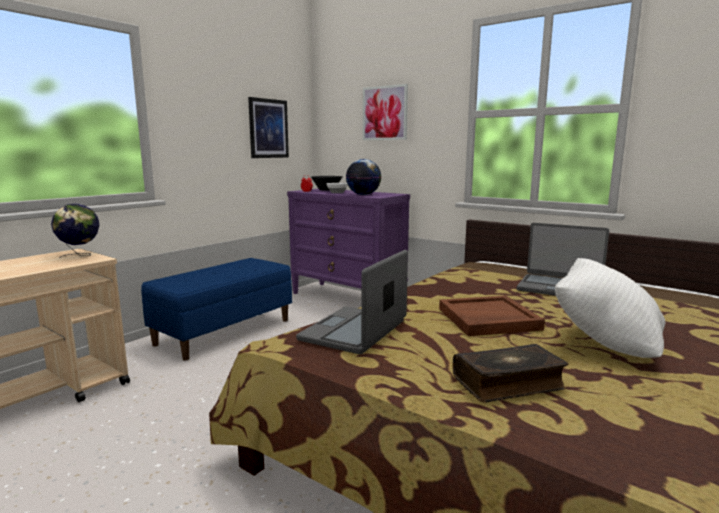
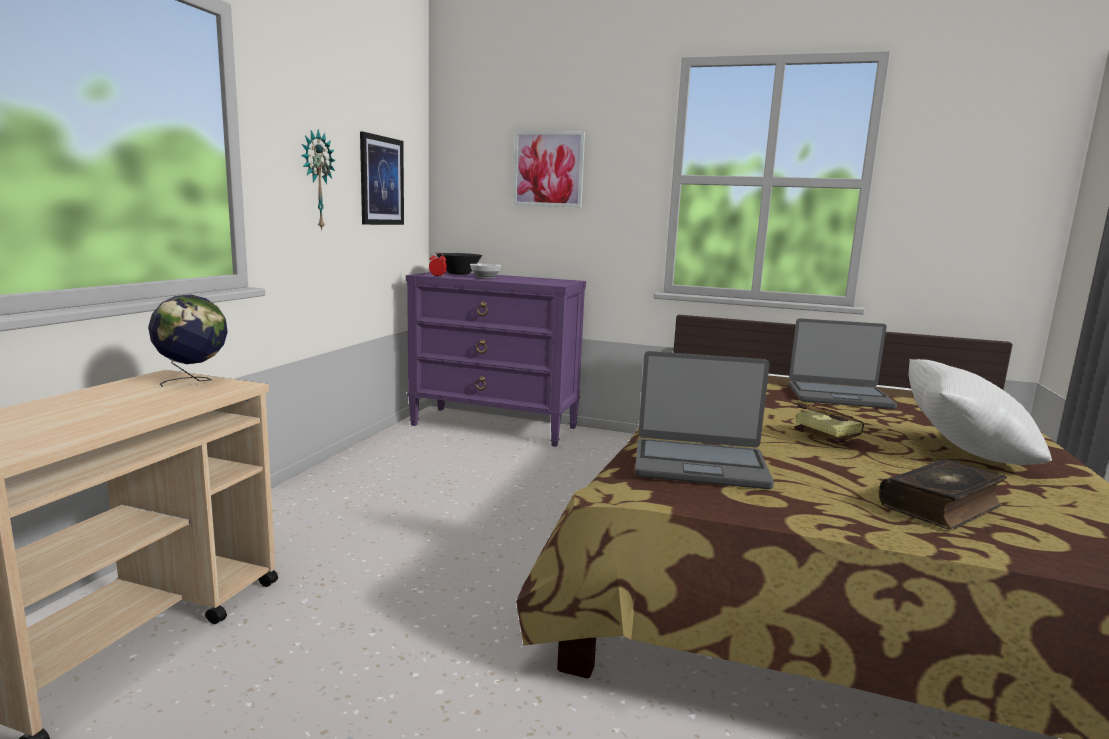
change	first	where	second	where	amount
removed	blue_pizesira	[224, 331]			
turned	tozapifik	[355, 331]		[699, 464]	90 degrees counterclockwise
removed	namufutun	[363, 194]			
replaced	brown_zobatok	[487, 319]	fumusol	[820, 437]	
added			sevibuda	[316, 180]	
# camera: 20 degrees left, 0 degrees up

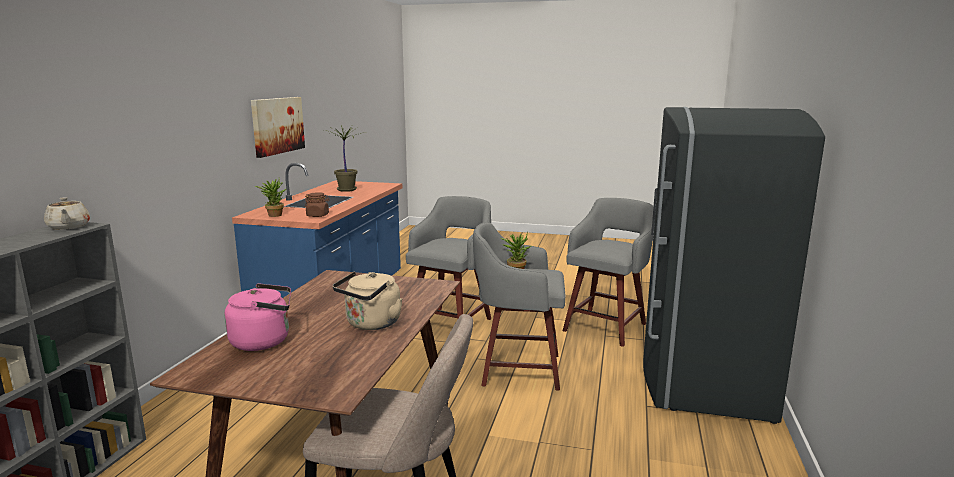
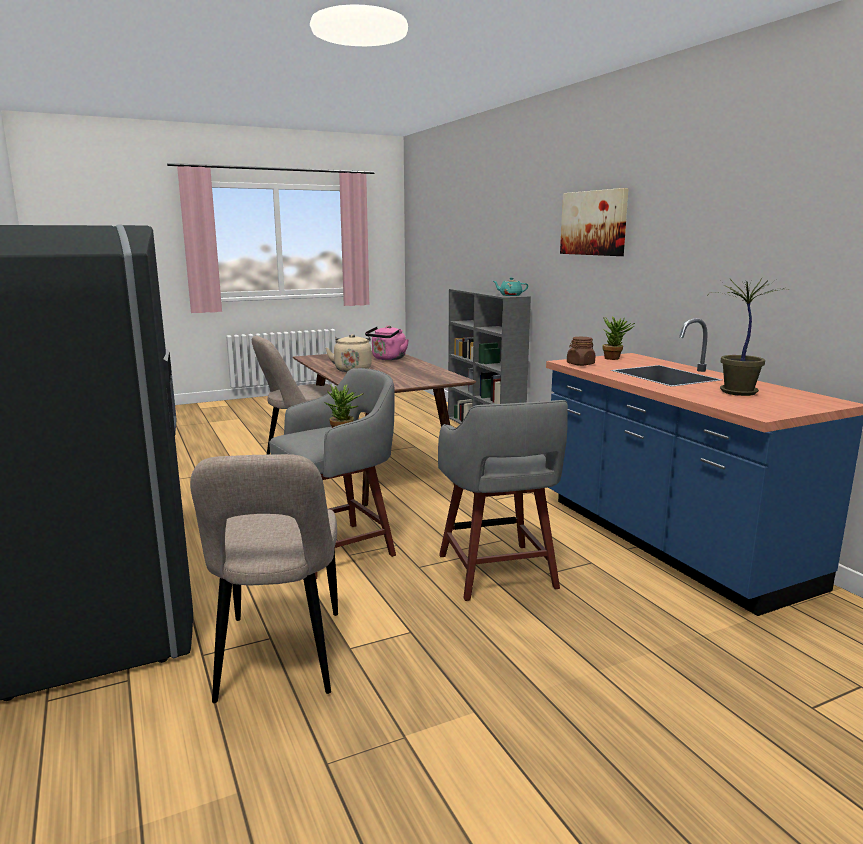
change	first	where	second	where	amount
recoloured	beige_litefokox	[68, 227]	turquoise_litefokox	[510, 295]	
moved	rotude	[277, 125]		[594, 223]	
replaced	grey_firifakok	[606, 326]	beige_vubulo	[279, 660]	
# camera: 140 degrees right, 0 degrees up

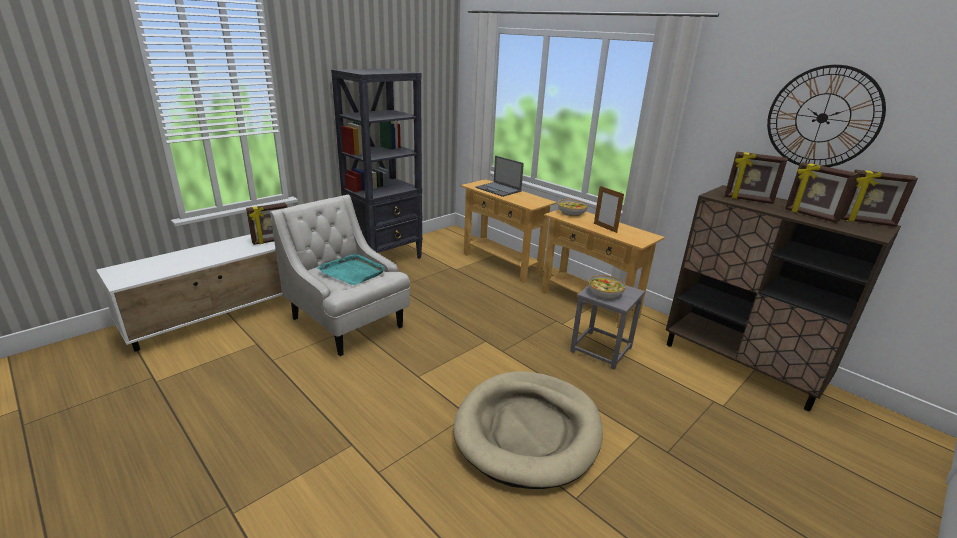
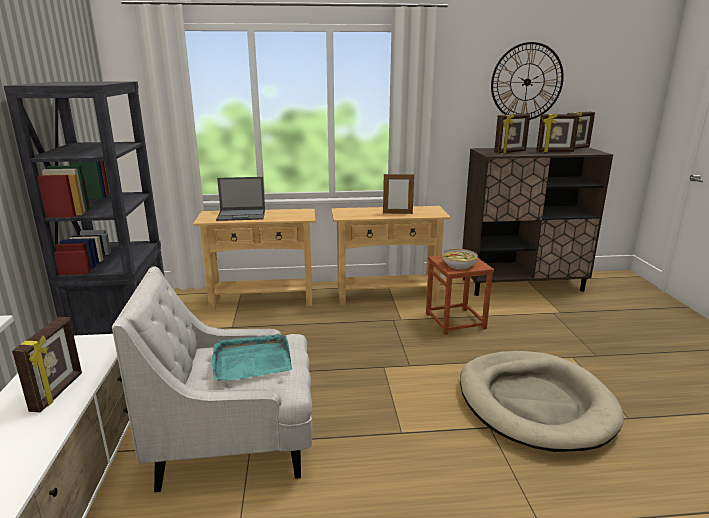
change	first	where	second	where	amount
removed	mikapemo	[571, 213]			
recoloured	grey_firifakok	[601, 349]	brown_firifakok	[456, 321]	
# camera: 50 degrees left, 5 degrees down

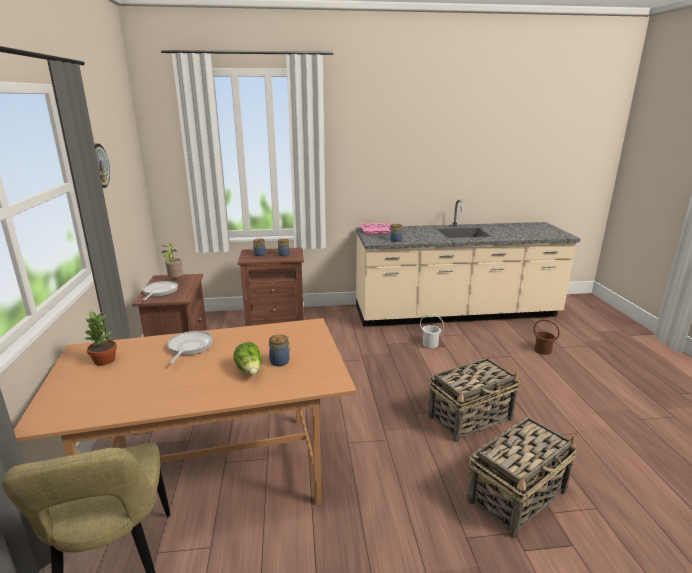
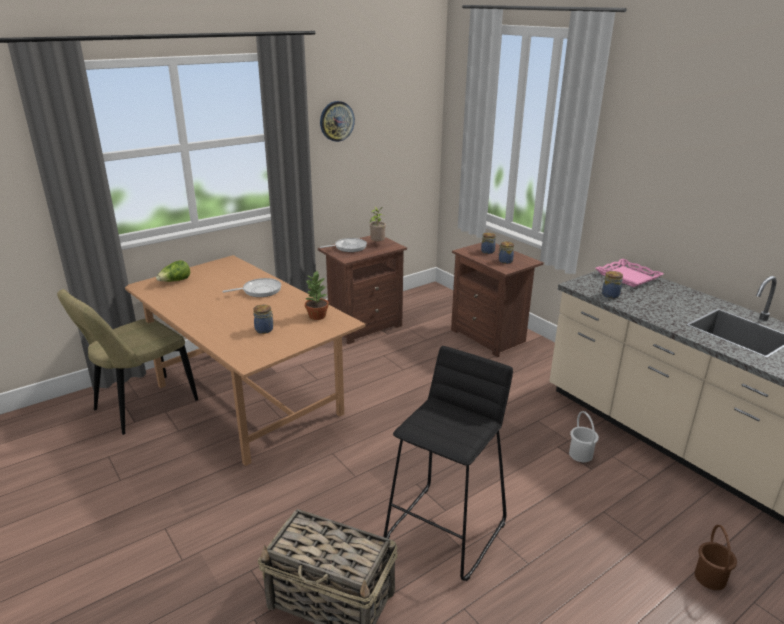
change	first	where	second	where	amount
moved	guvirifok	[104, 360]		[316, 316]	
moved	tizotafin	[250, 370]		[175, 281]	
replaced	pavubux	[471, 418]	black_firifakok	[446, 531]	
# camera: 60 degrees right, 5 degrees up

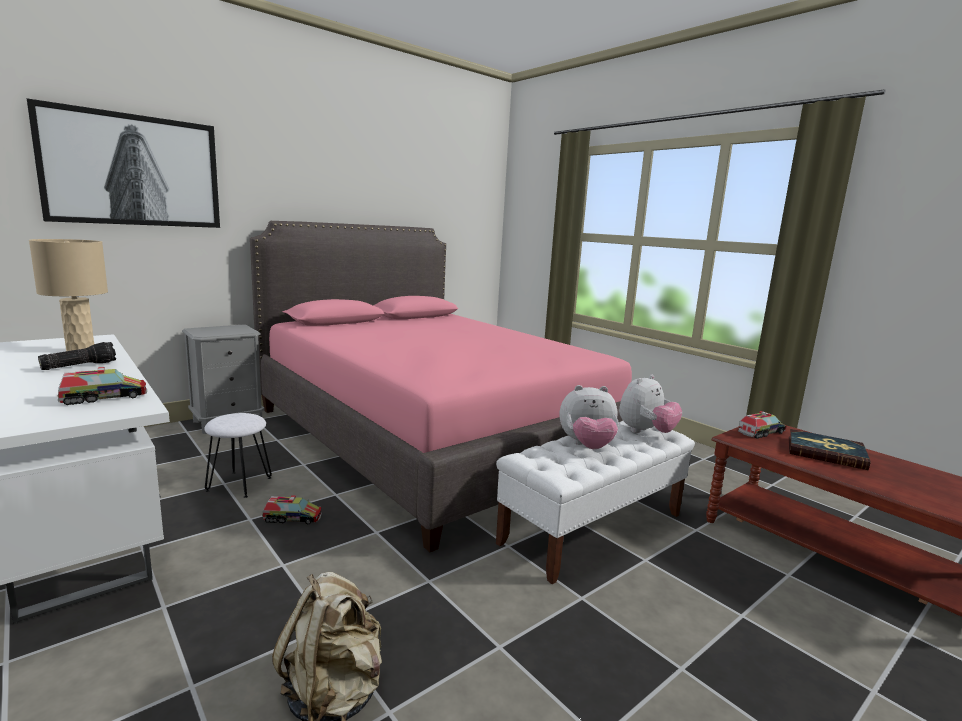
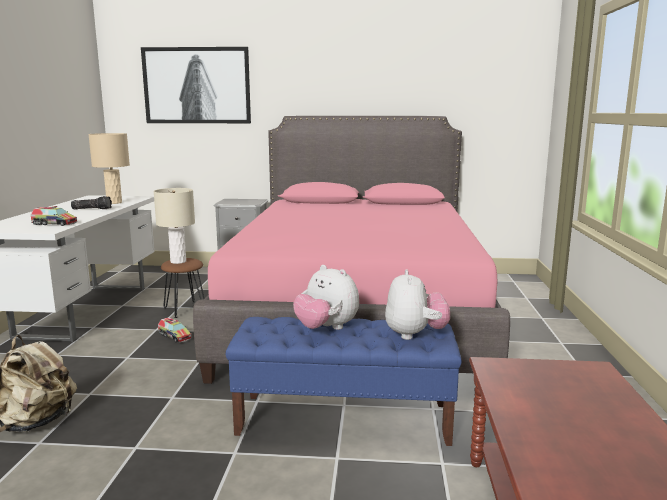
change	first	where	second	where	amount
recoloured	white_firifakok	[240, 484]	brown_firifakok	[185, 310]	
recoloured	white_pizesira	[593, 528]	blue_pizesira	[344, 419]	
turned	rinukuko	[645, 432]		[415, 335]	90 degrees counterclockwise
removed	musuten	[761, 432]			
removed	fumusol	[825, 452]			
added			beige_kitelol	[178, 261]	
# camera: 45 degrees right, 0 degrees up

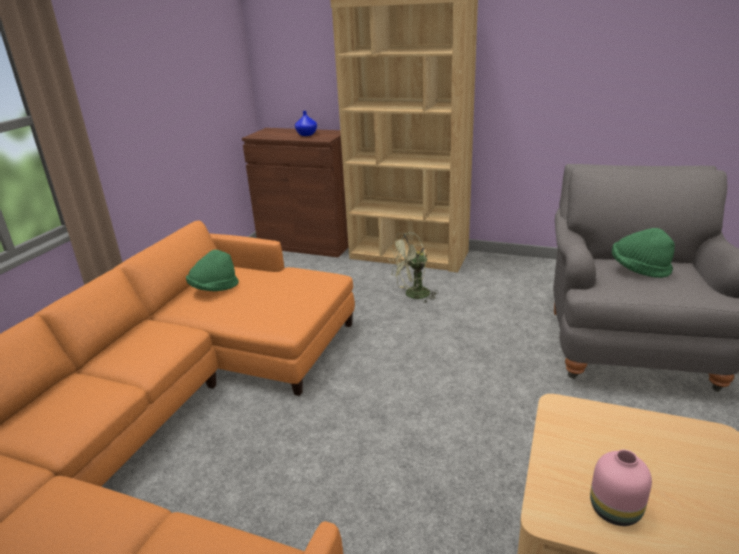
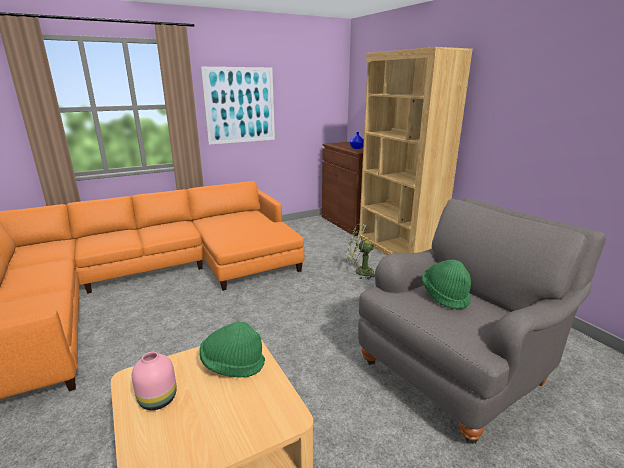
change	first	where	second	where	amount
moved	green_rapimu	[214, 288]		[233, 364]	
added			rotude	[240, 105]	
# camera: 40 degrees right, 5 degrees down

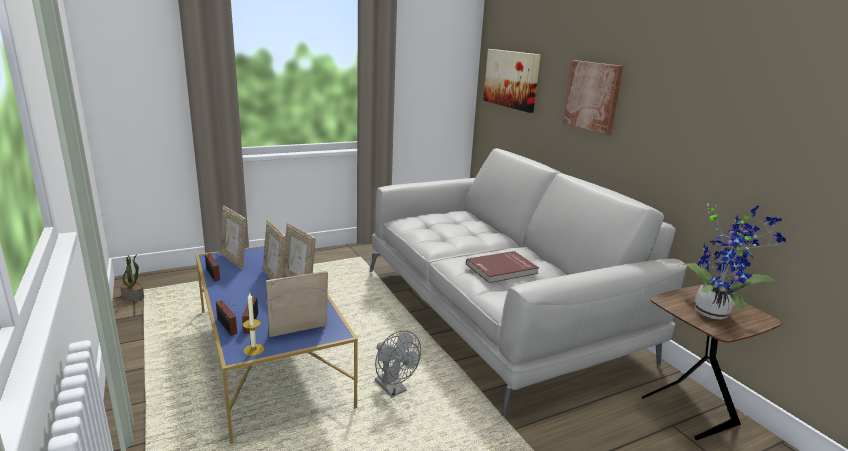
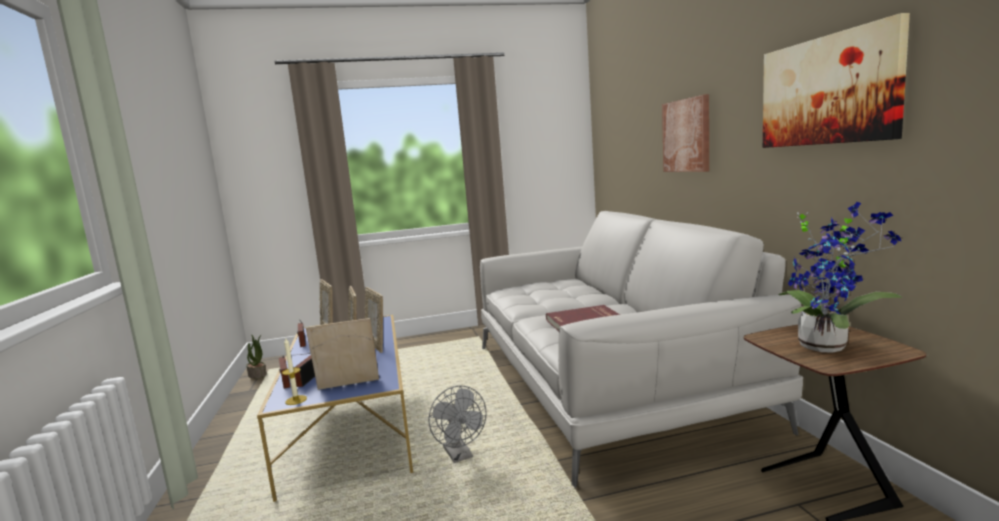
change	first	where	second	where	amount
moved	rotude	[511, 79]		[828, 91]	
# camera: 15 degrees right, 10 degrees down

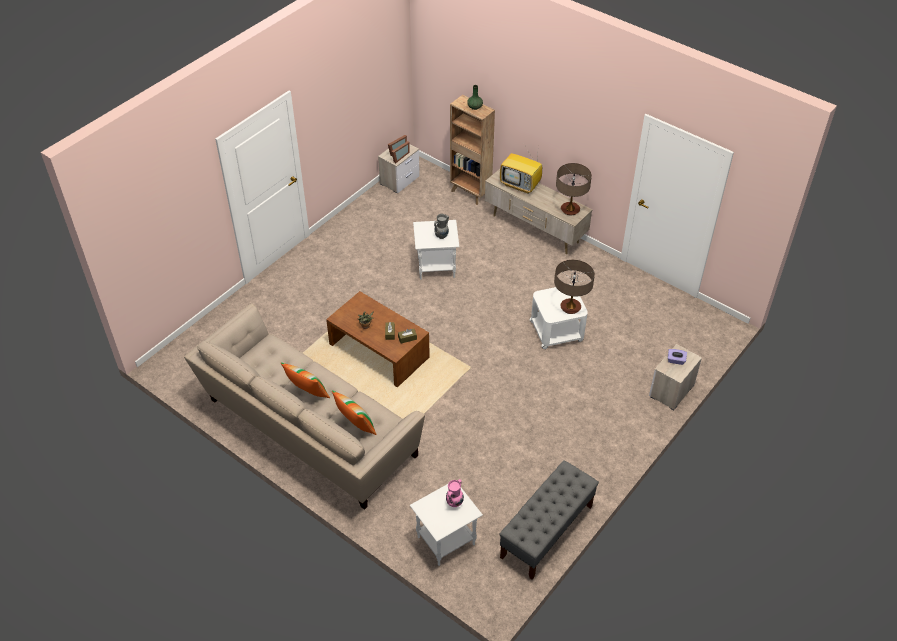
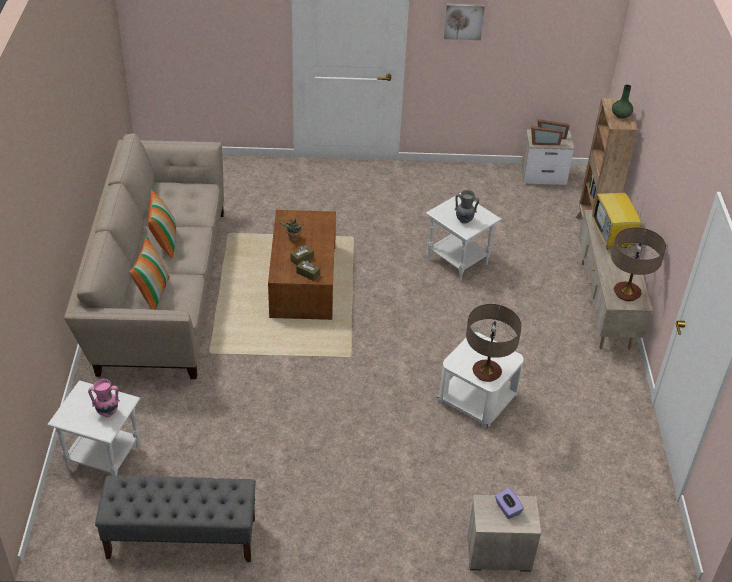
change	first	where	second	where	amount
added			rotude	[463, 21]	
# camera: 50 degrees right, 5 degrees down

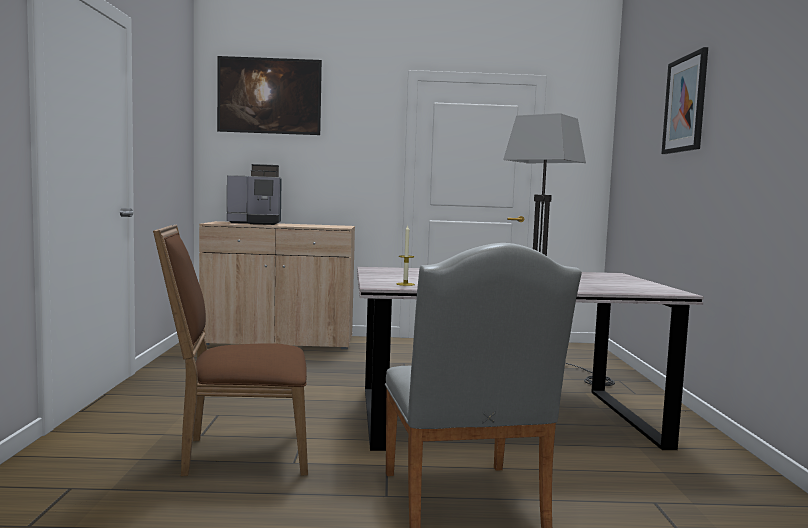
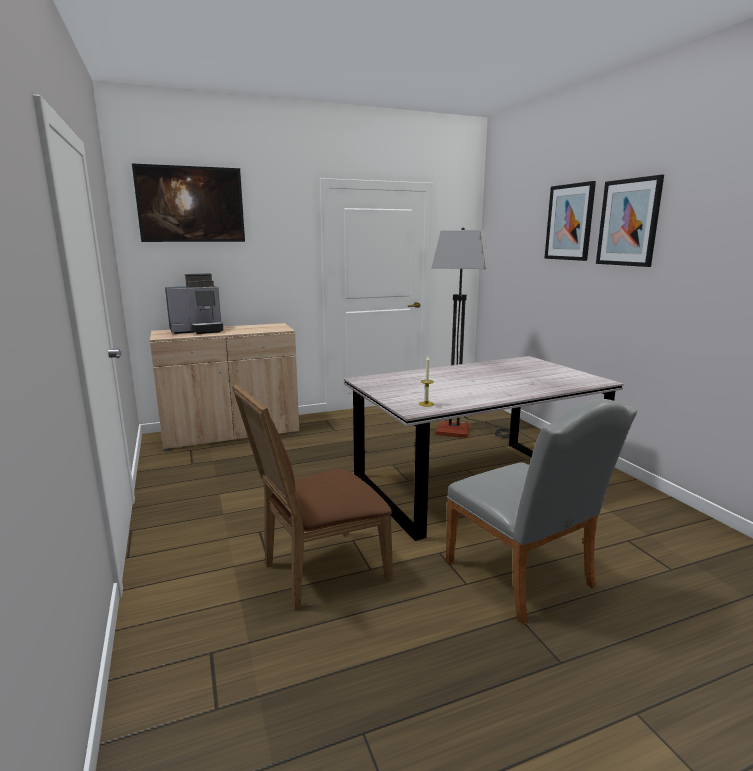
change	first	where	second	where	amount
added			rotude	[628, 222]	
# camera: 20 degrees left, 10 degrees up

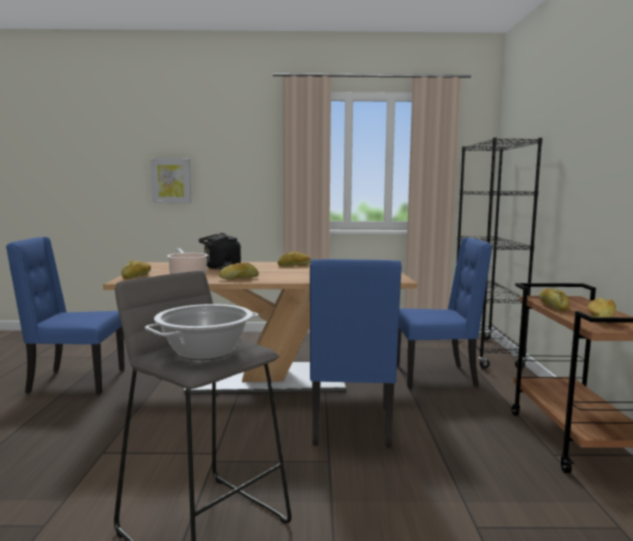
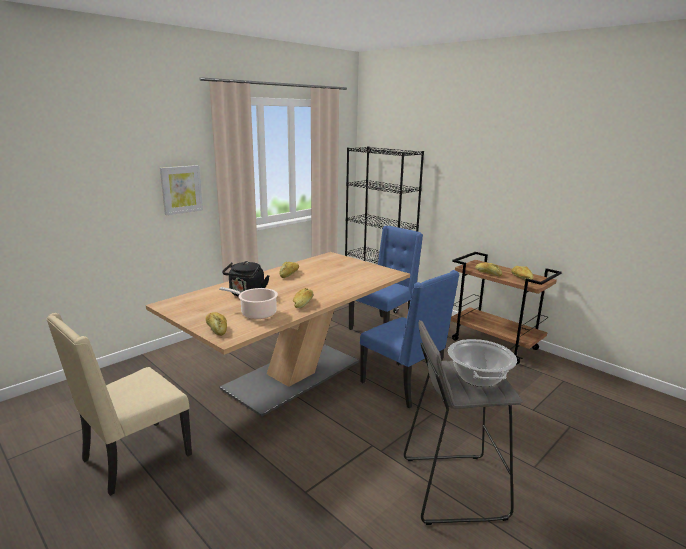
change	first	where	second	where	amount
recoloured	blue_vubulo	[75, 382]	beige_vubulo	[134, 458]	
moved	rotude	[171, 181]		[181, 189]	
# camera: 45 degrees left, 10 degrees up

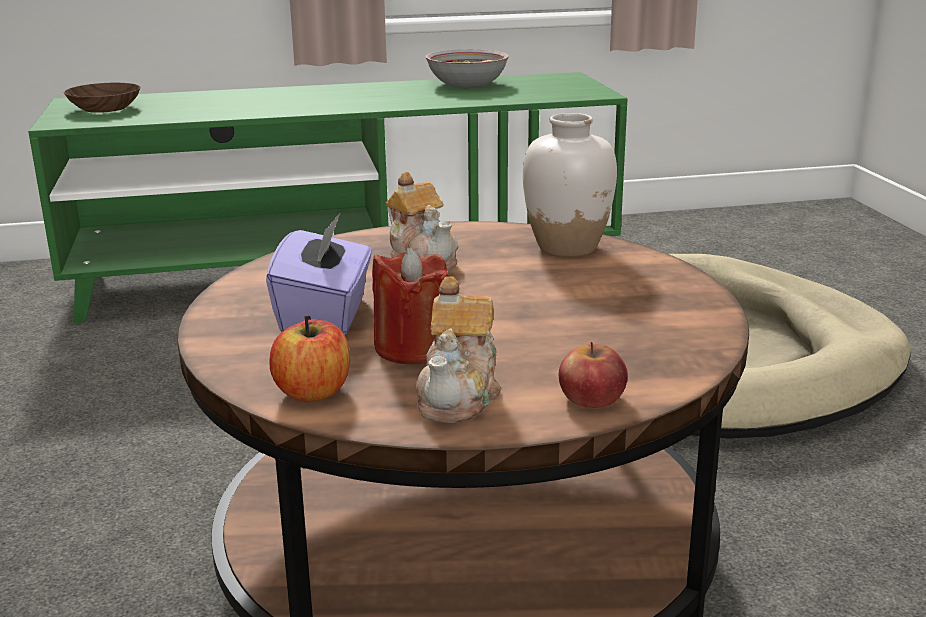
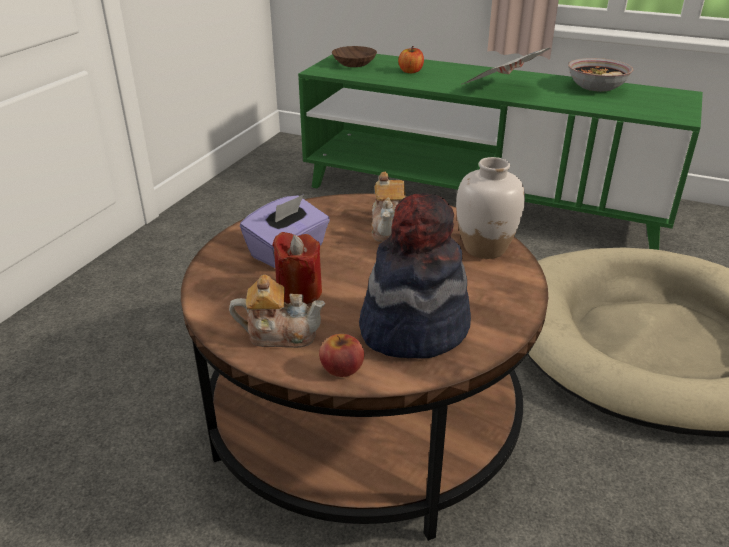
change	first	where	second	where	amount
moved	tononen	[313, 392]		[410, 71]	
turned	litefokox	[460, 395]		[280, 334]	135 degrees counterclockwise
added			rapimu	[413, 327]	
added			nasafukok	[501, 89]	
# camera: 35 degrees right, 10 degrees up

